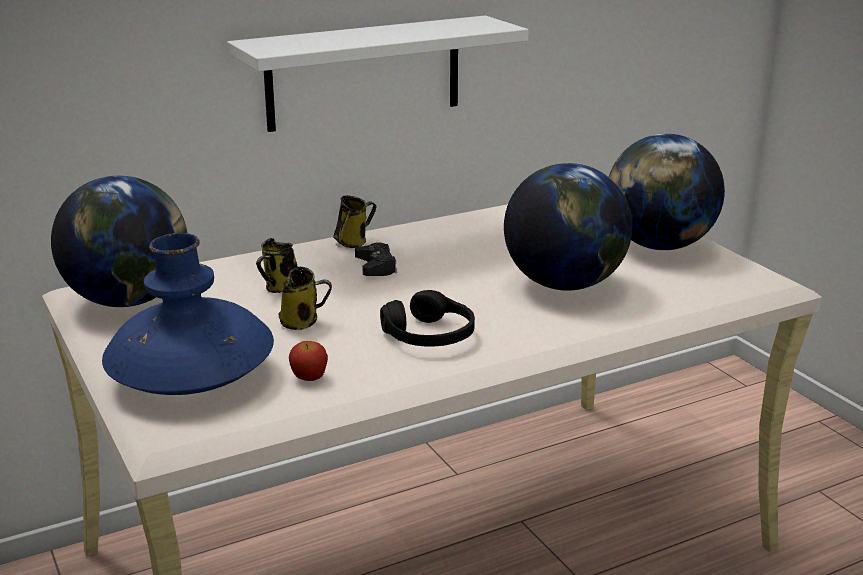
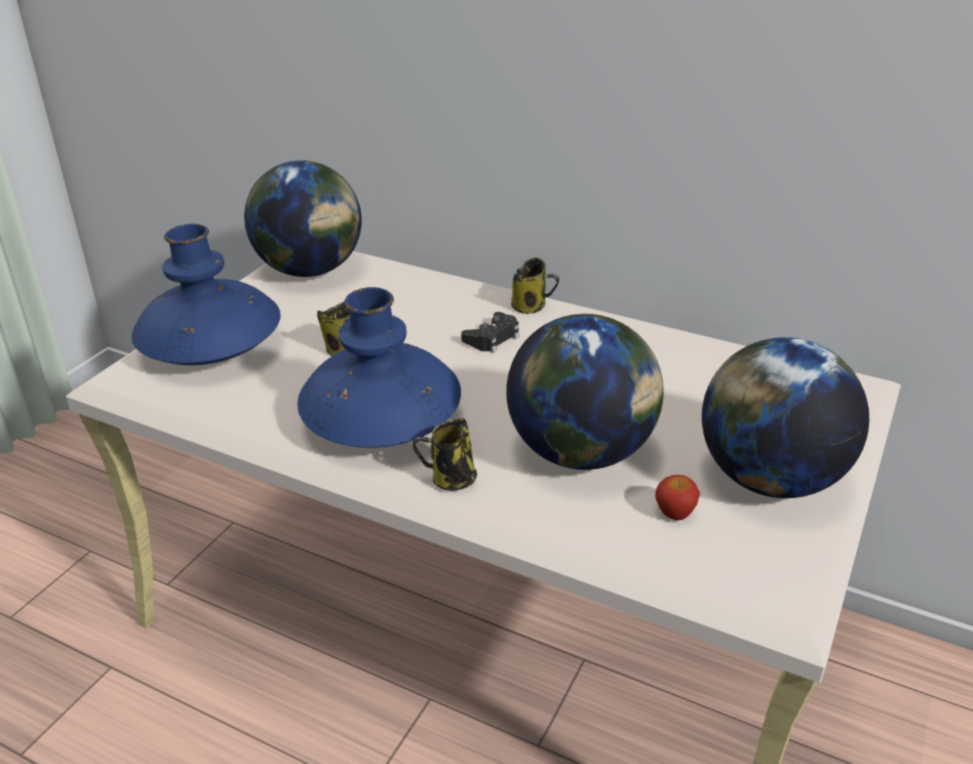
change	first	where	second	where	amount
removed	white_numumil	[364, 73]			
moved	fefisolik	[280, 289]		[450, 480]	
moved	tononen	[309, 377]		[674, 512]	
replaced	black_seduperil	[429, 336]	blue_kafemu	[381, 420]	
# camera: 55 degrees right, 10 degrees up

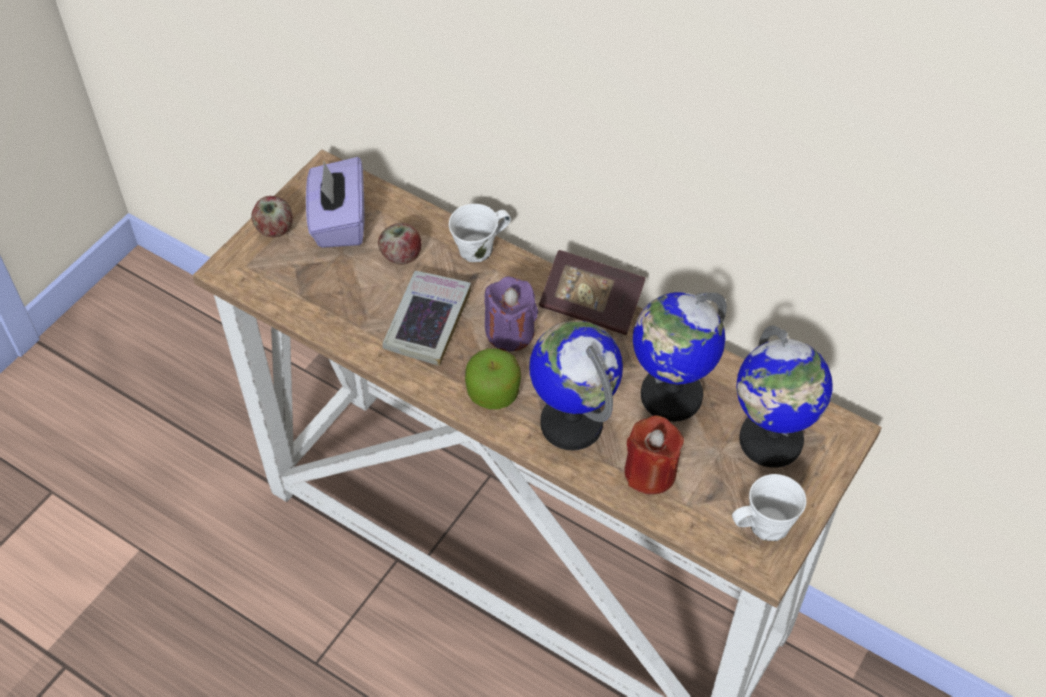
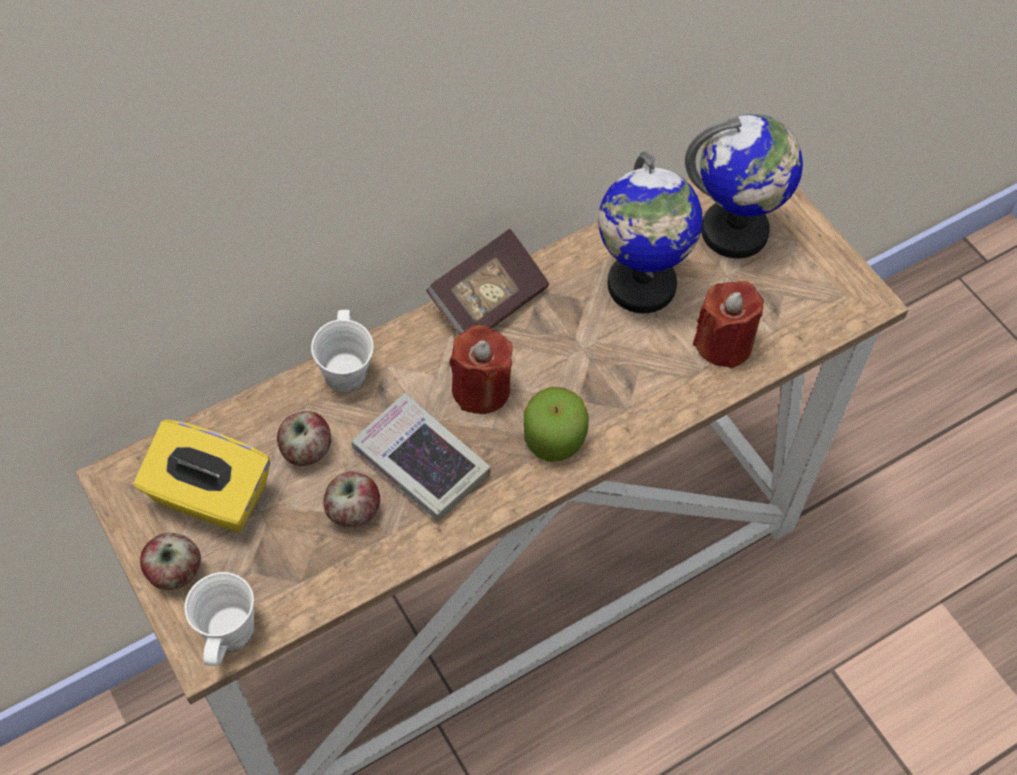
change	first	where	second	where	amount
recoloured	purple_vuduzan	[339, 221]	yellow_vuduzan	[210, 496]	
recoloured	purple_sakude	[510, 332]	red_sakude	[481, 389]	
removed	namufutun	[572, 423]			
moved	white_fefisolik	[765, 525]		[228, 633]	
added			tononen	[354, 511]	
# camera: 65 degrees left, 5 degrees up

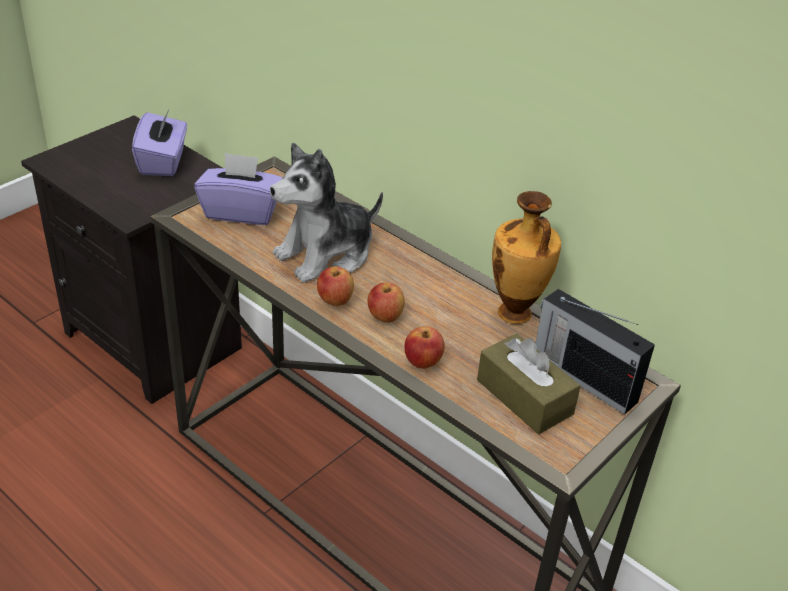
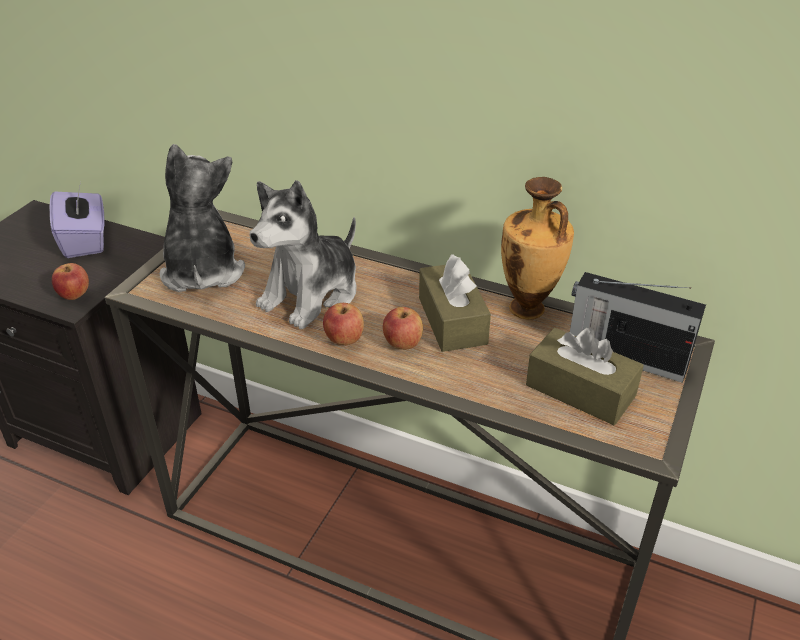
change	first	where	second	where	amount
replaced	purple_vuduzan	[241, 211]	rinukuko	[202, 271]	
moved	tononen	[423, 362]		[74, 295]	
added			brown_vuduzan	[452, 321]	
# camera: 15 degrees left, 0 degrees up

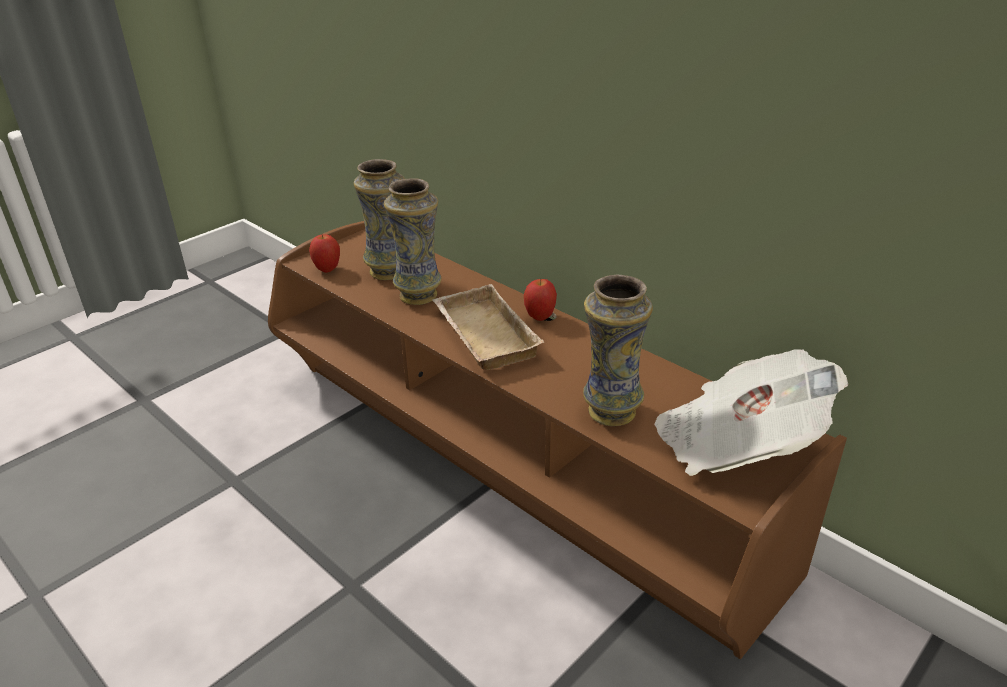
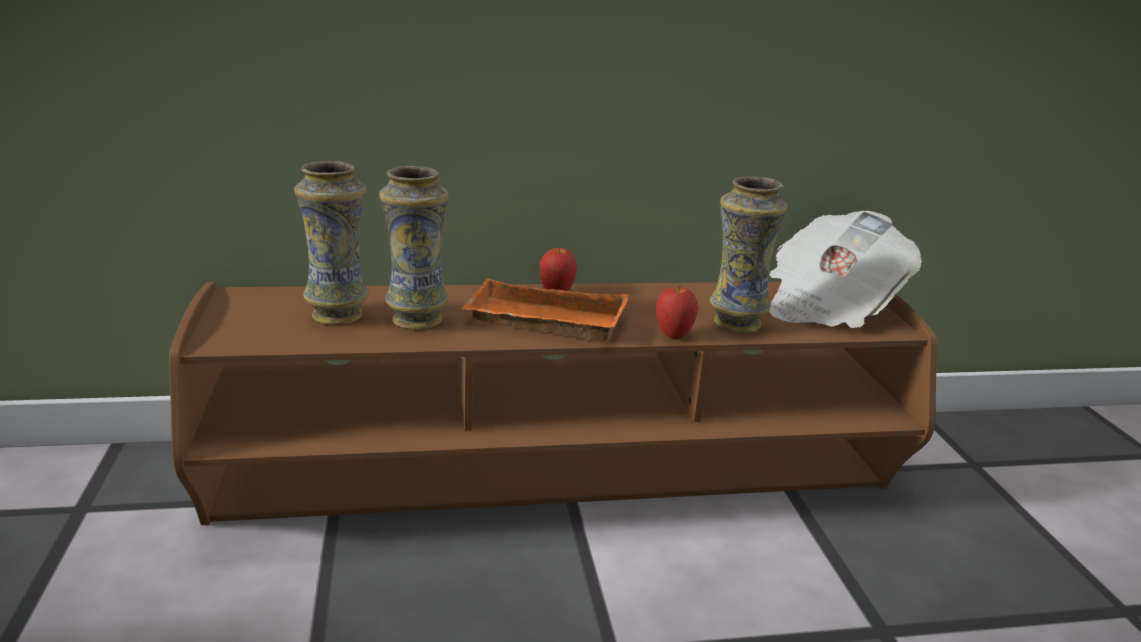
change	first	where	second	where	amount
moved	tononen	[327, 269]		[673, 335]	
recoloured	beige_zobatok	[482, 334]	orange_zobatok	[542, 322]	
# camera: 55 degrees left, 10 degrees down

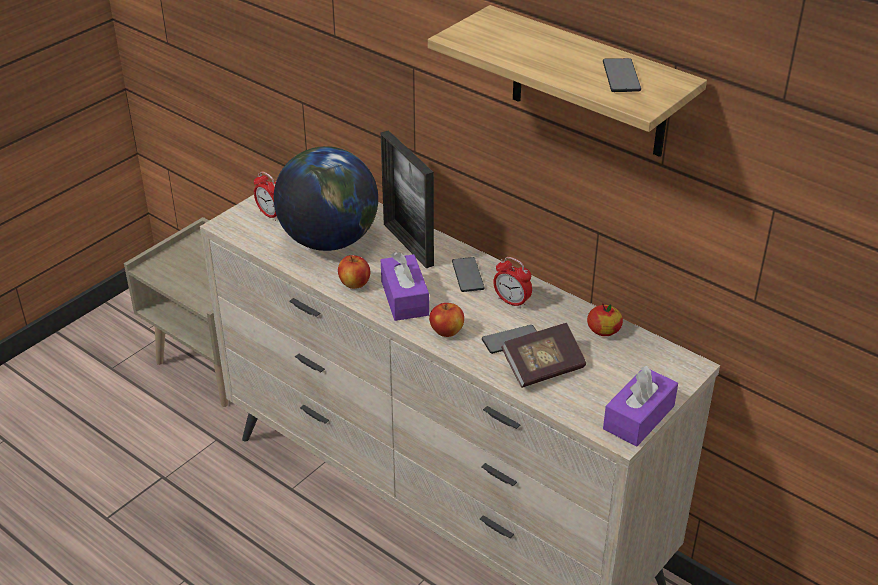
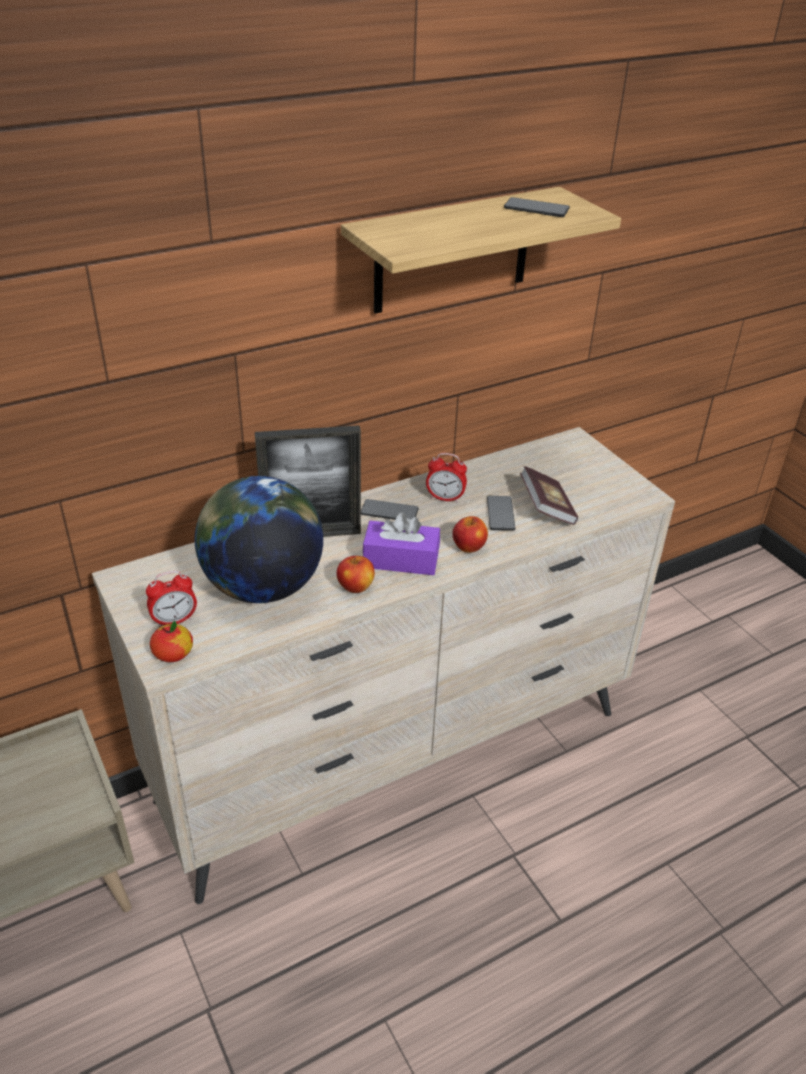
change	first	where	second	where	amount
turned	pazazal	[512, 302]		[445, 498]	45 degrees clockwise
moved	tononen	[603, 330]		[173, 654]	
removed	purple_vuduzan	[639, 417]			
# camera: 70 degrees left, 0 degrees up

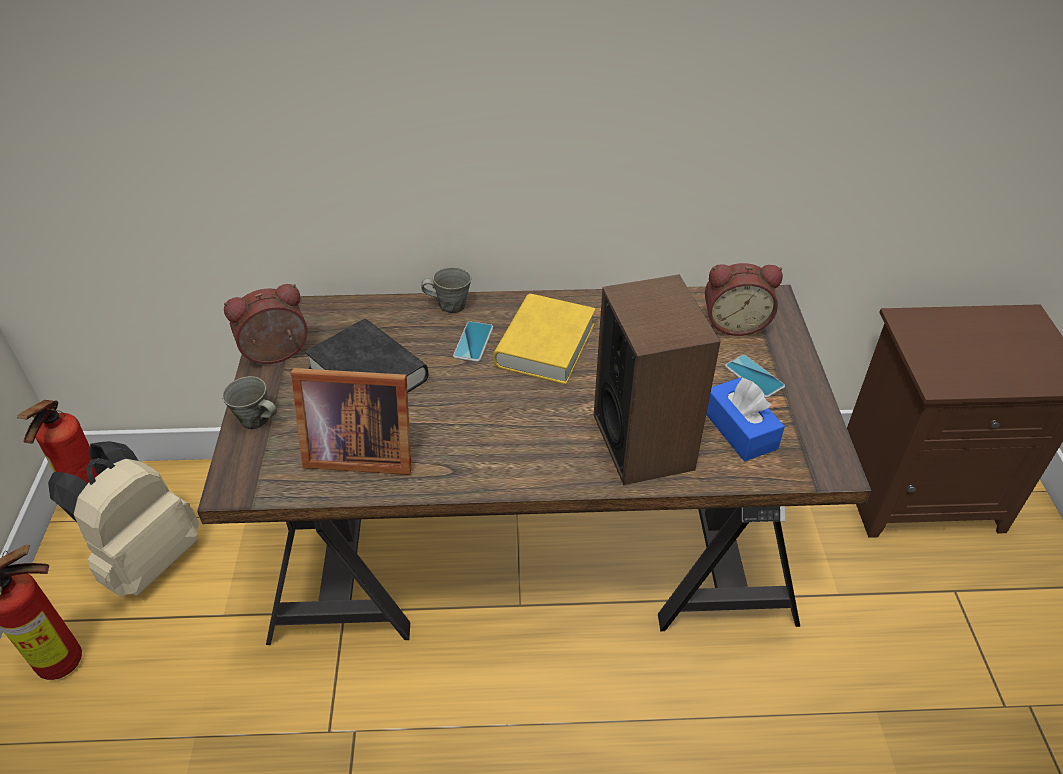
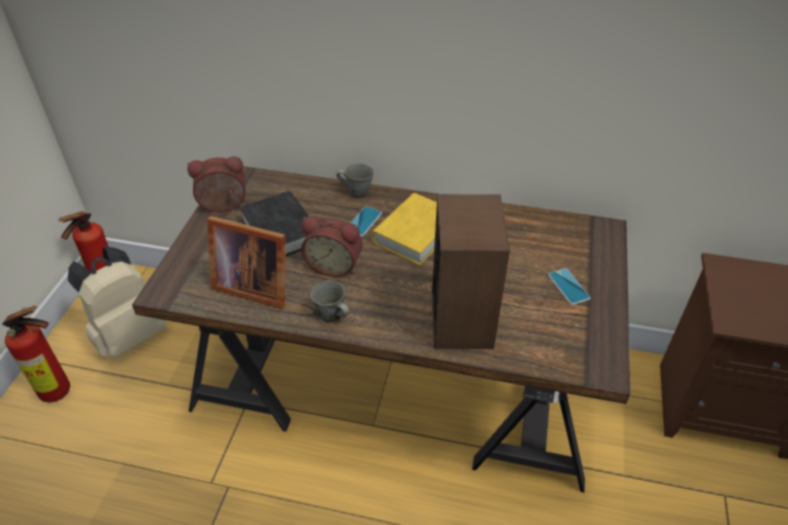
change	first	where	second	where	amount
moved	grey_fefisolik	[256, 420]		[332, 315]	
moved	pazazal	[734, 323]		[335, 265]	
removed	blue_vuduzan	[739, 430]			
# camera: 15 degrees right, 0 degrees up

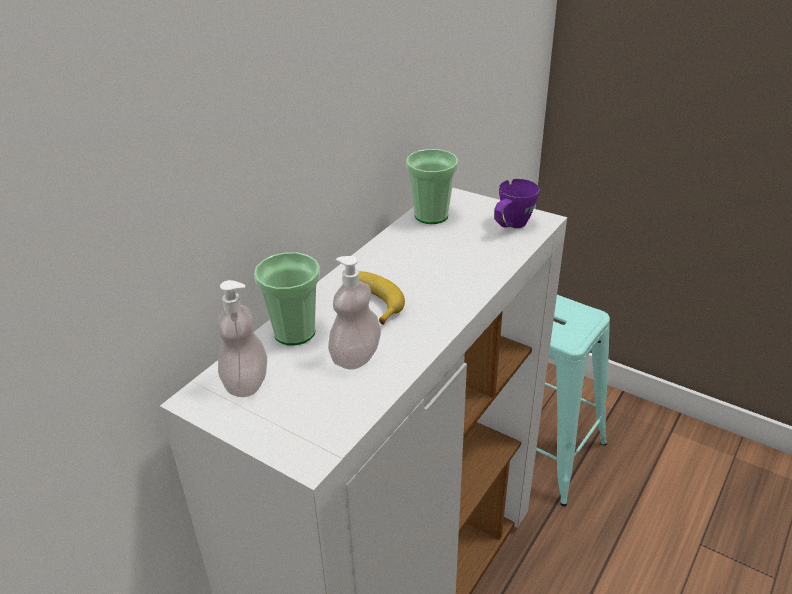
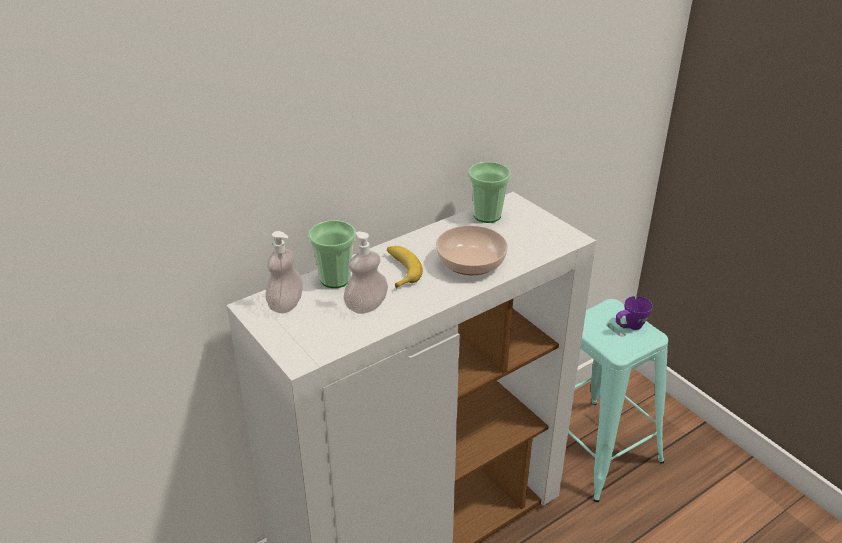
change	first	where	second	where	amount
moved	purple_fefisolik	[511, 227]		[629, 328]	
added			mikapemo	[472, 263]	
# camera: 20 degrees right, 0 degrees up

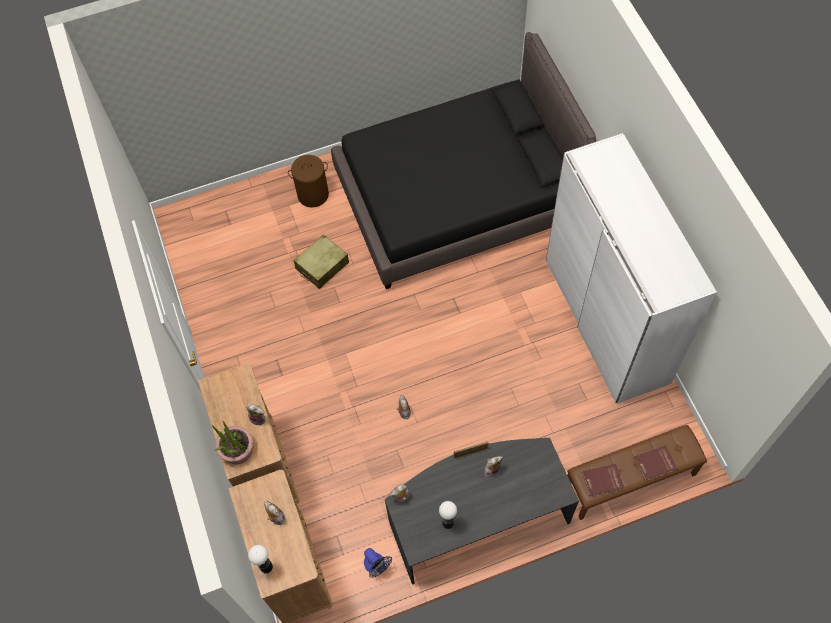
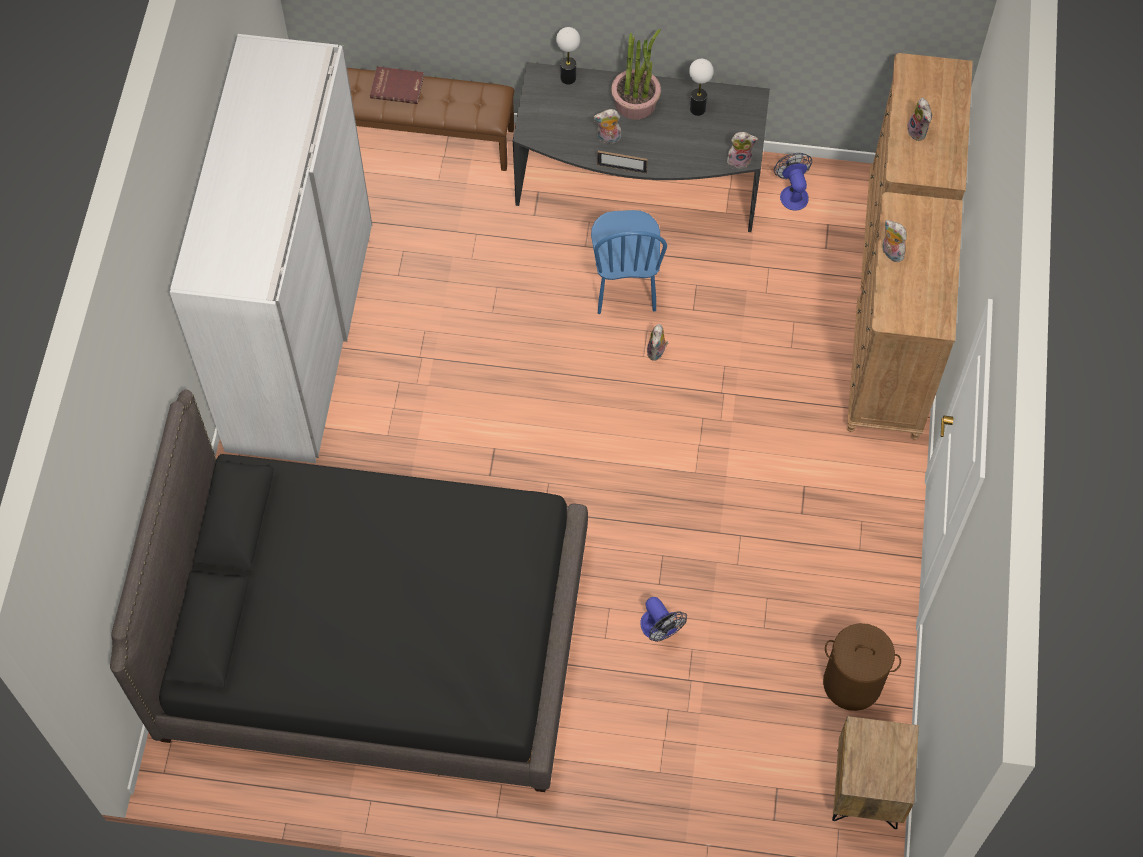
change	first	where	second	where	amount
moved	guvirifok	[237, 450]		[635, 102]	
moved	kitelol	[266, 567]		[568, 78]	
moved	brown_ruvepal	[313, 194]		[851, 683]	
replaced	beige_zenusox	[322, 266]	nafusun	[660, 629]	
removed	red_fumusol	[603, 481]			
added			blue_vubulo	[624, 287]	
added			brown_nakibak	[867, 789]	
# camera: 155 degrees left, 0 degrees up

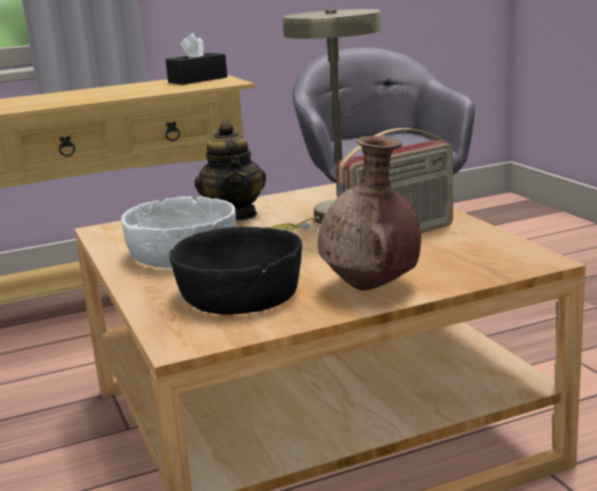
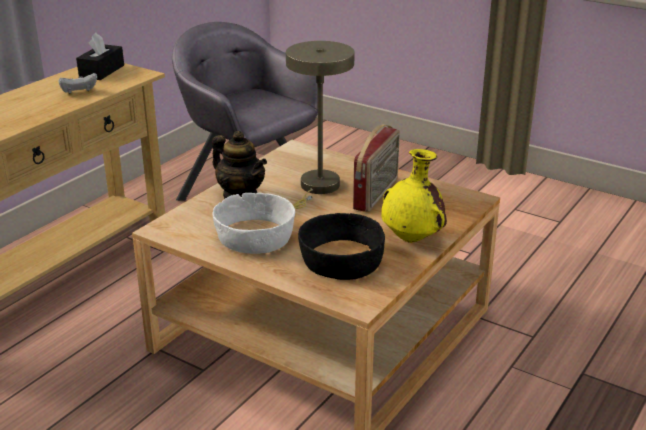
change	first	where	second	where	amount
recoloured	brown_kafemu	[372, 288]	yellow_kafemu	[412, 239]	
added			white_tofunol	[79, 92]	
# camera: 35 degrees left, 10 degrees up

